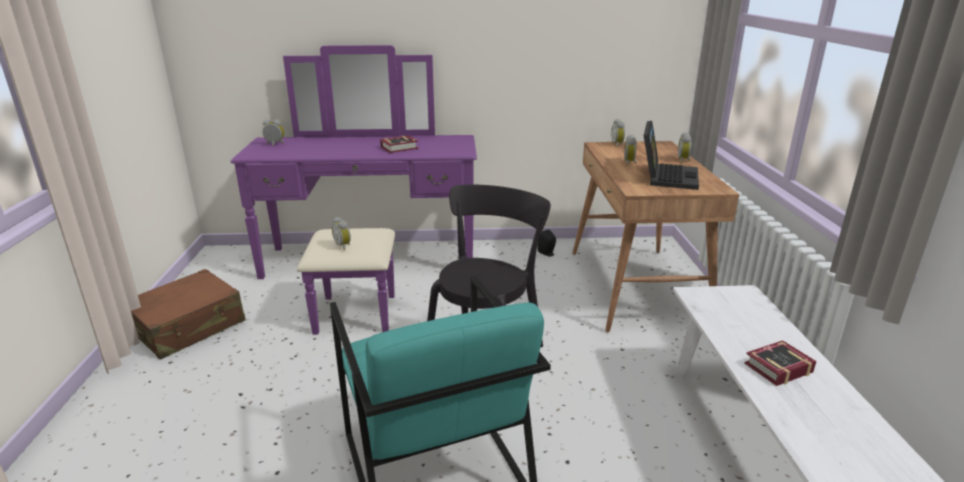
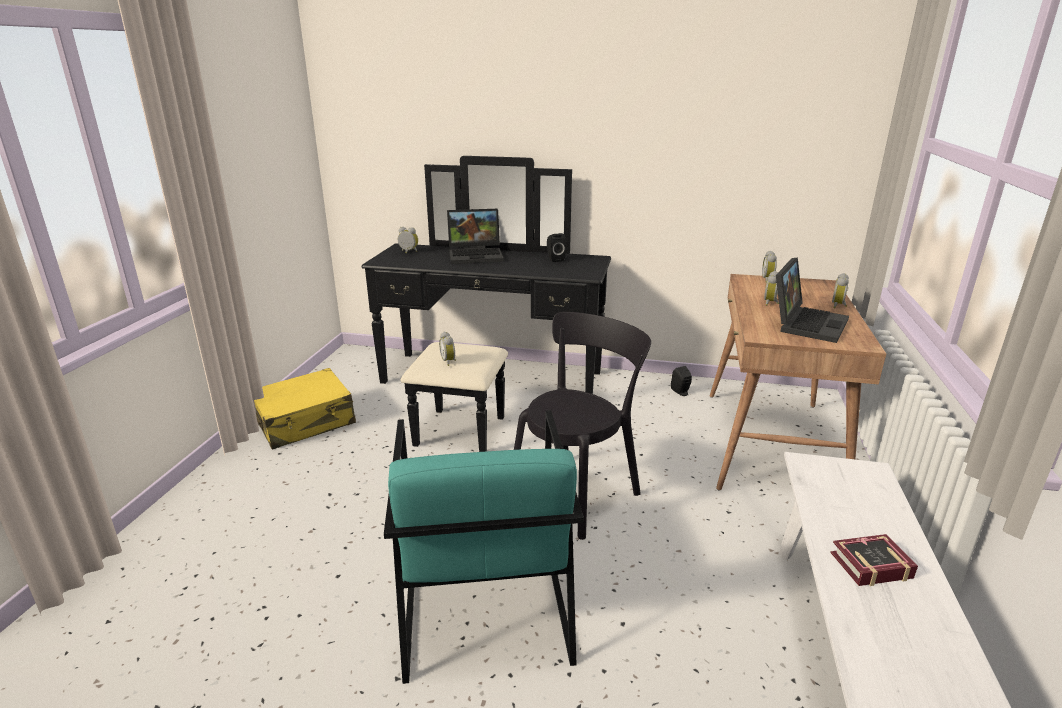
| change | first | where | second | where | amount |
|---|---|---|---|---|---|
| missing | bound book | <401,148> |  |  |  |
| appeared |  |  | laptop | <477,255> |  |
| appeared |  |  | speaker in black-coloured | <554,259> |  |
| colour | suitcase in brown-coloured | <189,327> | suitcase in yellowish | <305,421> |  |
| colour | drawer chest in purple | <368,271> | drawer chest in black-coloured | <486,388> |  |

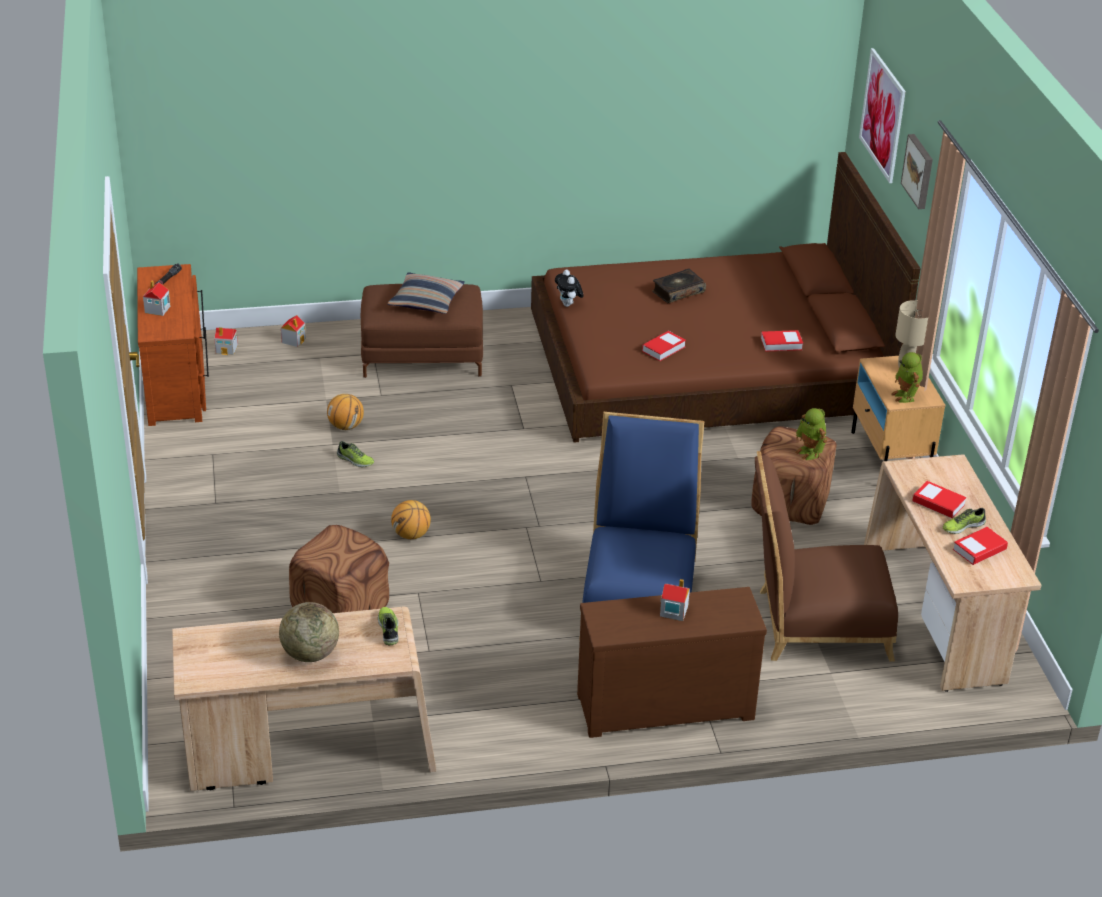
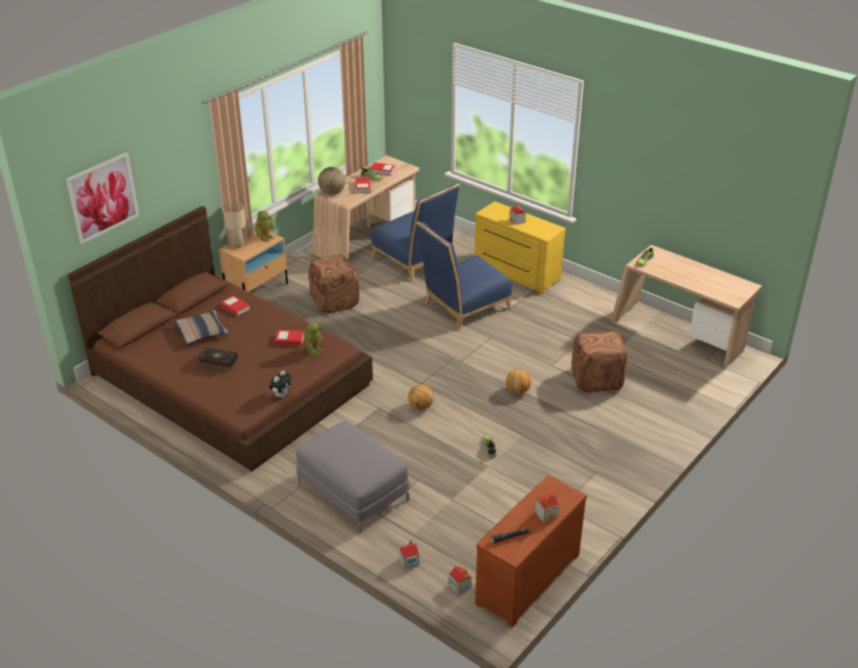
| change | first | where | second | where | amount |
|---|---|---|---|---|---|
| missing | wall art | <919,171> |  |  |  |
| relocated | world globe | <310,654> |  | <332,192> |  |
| relocated | basketball | <346,426> |  | <420,407> |  |
| relocated | pillow | <426,301> |  | <201,332> |  |
| relocated | robot figure | <810,452> |  | <314,351> |  |
| colour | pouffe in brown-coloured | <422,354> | pouffe in gray | <352,492> |  |
| colour | drawer chest in brown-coloured | <664,703> | drawer chest in yellowish | <515,273> |  |
| colour | plain chair in brown-coloured | <814,625> | plain chair in bluish | <415,262> |  |

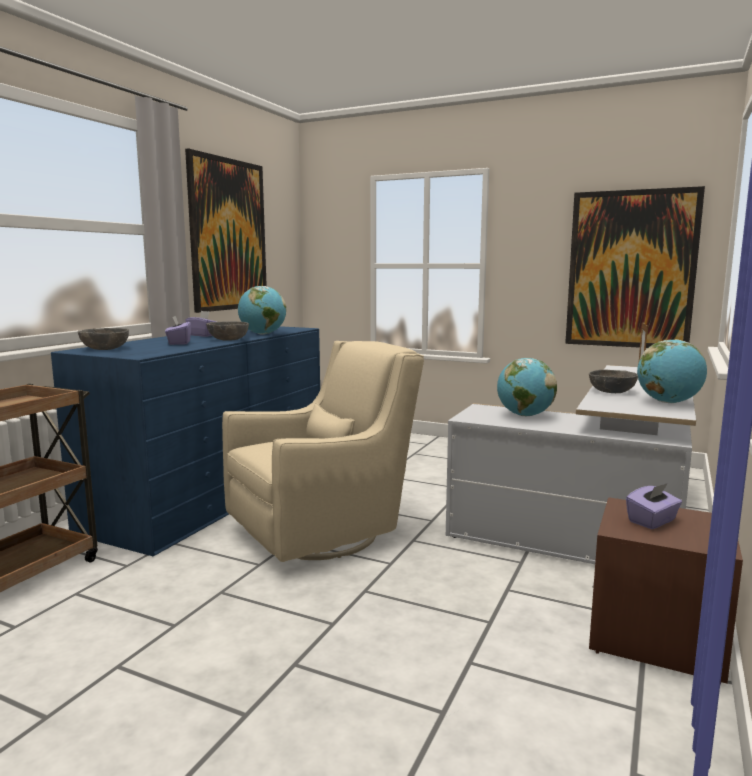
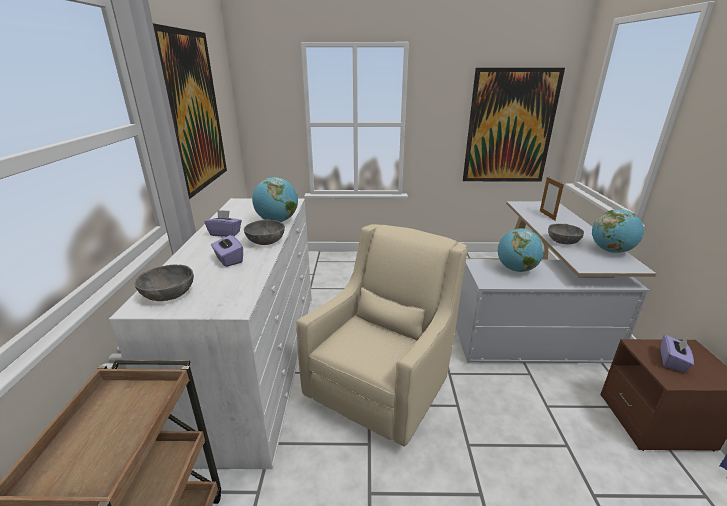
| change | first | where | second | where | amount |
|---|---|---|---|---|---|
| colour | drawer chest in bluish | <215,493> | drawer chest in white-coloured | <256,363> |  |

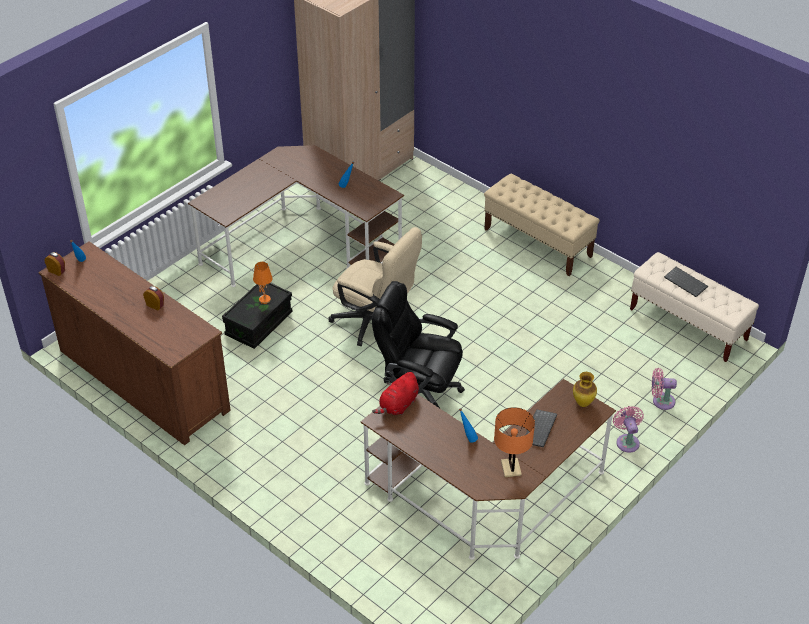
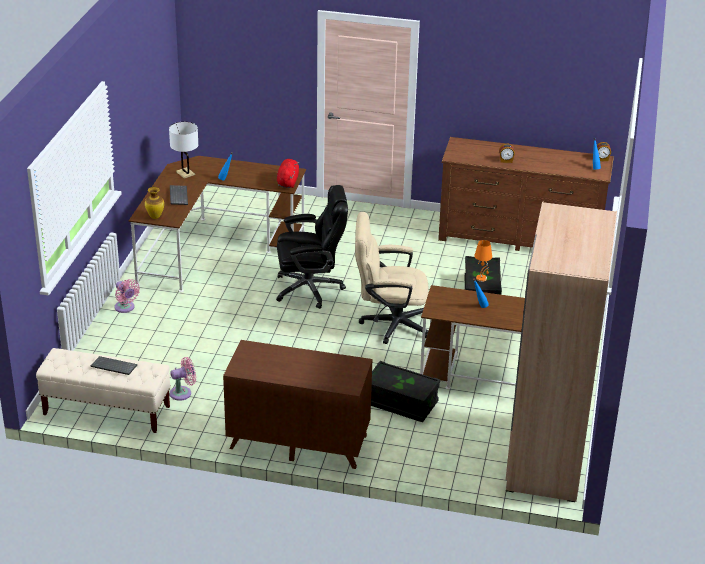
| change | first | where | second | where | amount |
|---|---|---|---|---|---|
| appeared |  |  | storage bin in black-coloured | <400,403> |  |
| relocated | fan in pinkish | <661,401> |  | <183,393> |  |
| exchanged | long seat in sand-coloured | <538,243> | drawer chest in brown-coloured | <298,441> |  |
| colour | table lamp in orange-coloured | <511,468> | table lamp in white-coloured | <185,173> |  |

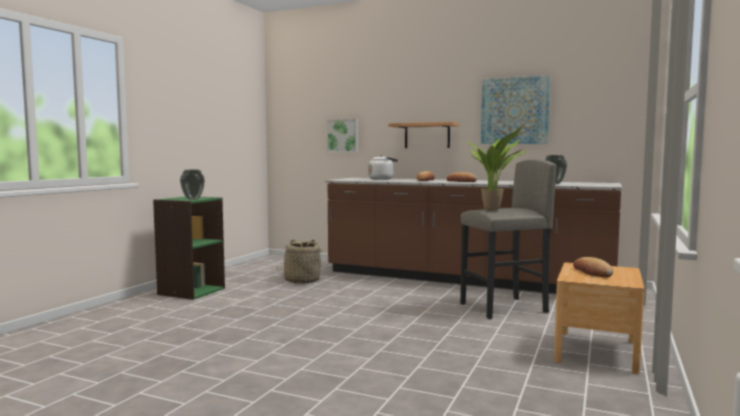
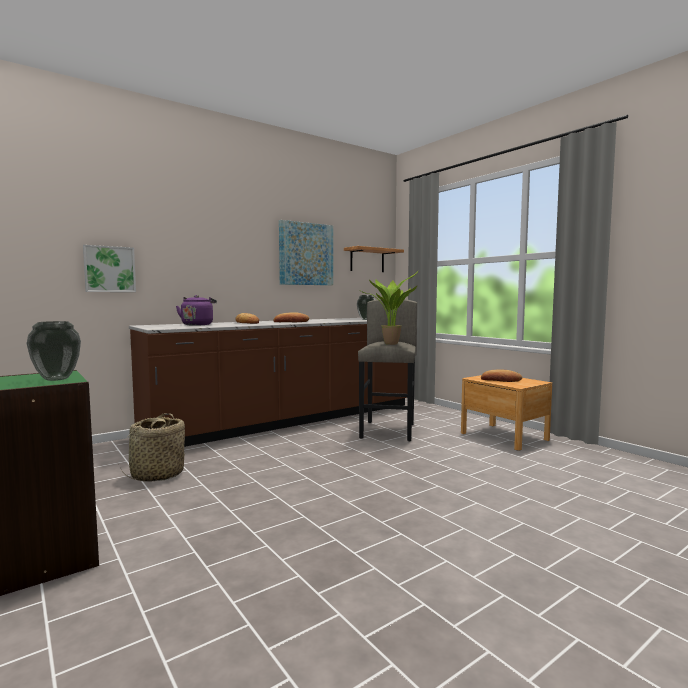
| change | first | where | second | where | amount |
|---|---|---|---|---|---|
| relocated | wall shelf | <427,135> |  | <367,260> |  |
| colour | tea kettle in white-coloured | <382,179> | tea kettle in purple | <198,324> |  |

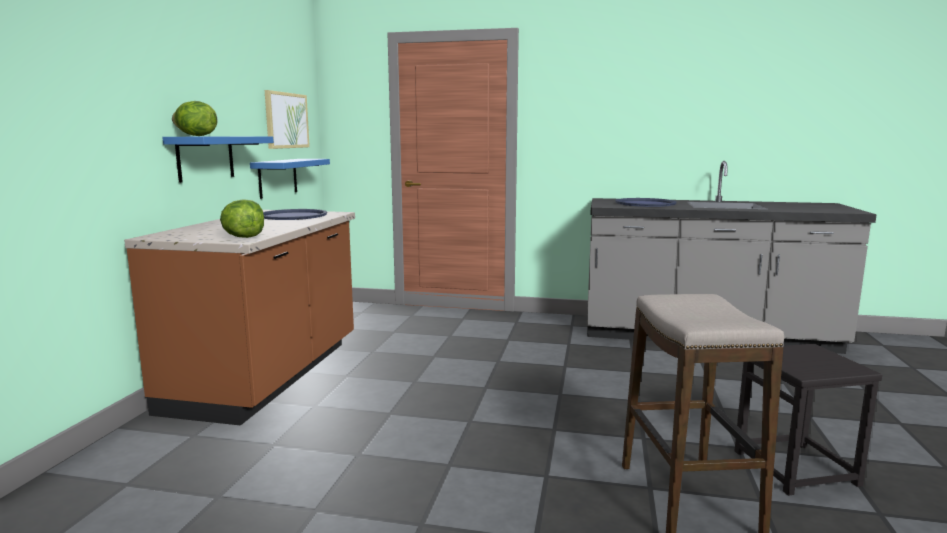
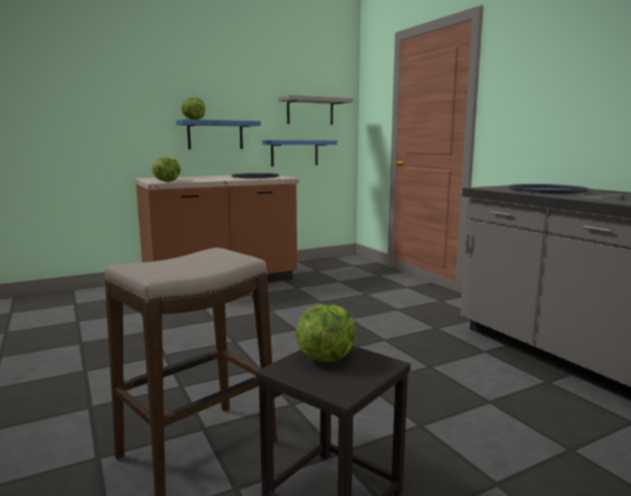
| change | first | where | second | where | amount |
|---|---|---|---|---|---|
| appeared |  |  | head of lettuce | <325,356> |  |
| exchanged | wall art | <286,120> | wall shelf in gray | <310,111> |  |

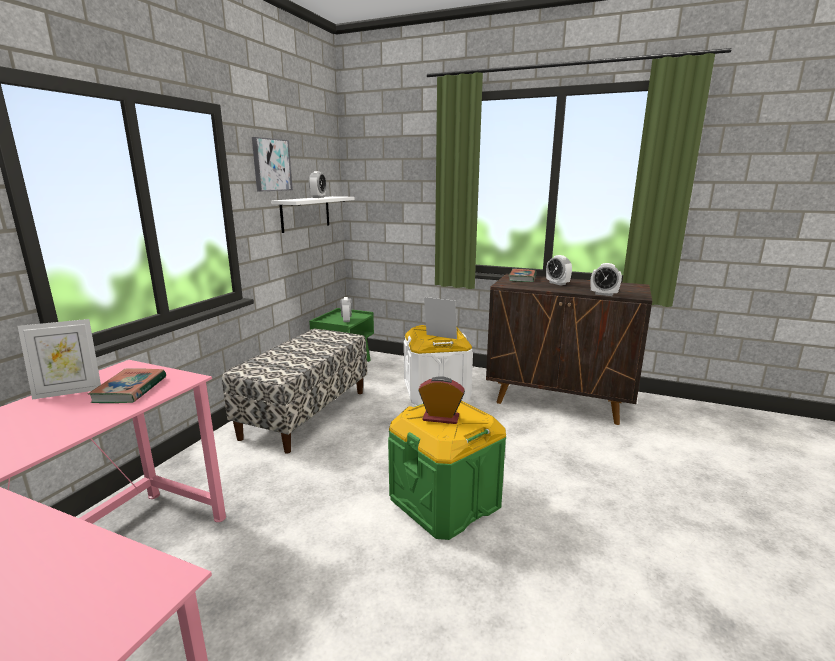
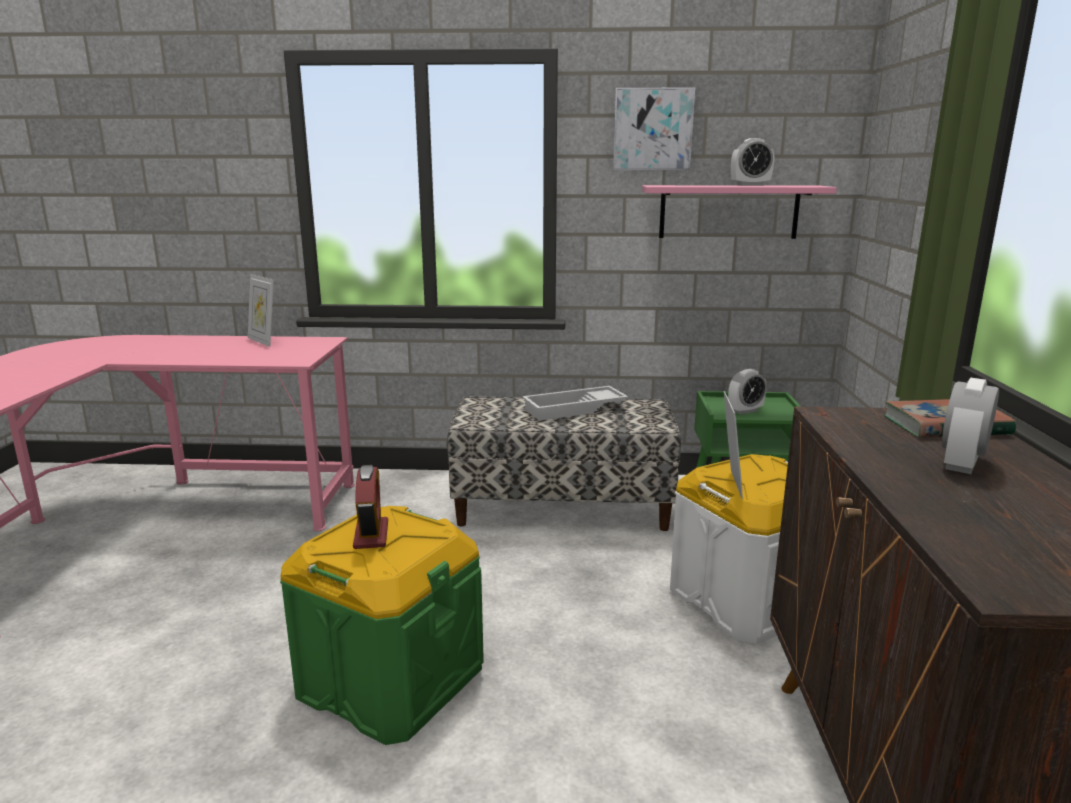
| change | first | where | second | where | amount |
|---|---|---|---|---|---|
| missing | bound book | <130,390> |  |  |  |
| missing | alarm clock | <604,294> |  |  |  |
| appeared |  |  | serving tray in white-coloured | <574,409> |  |
| colour | wall shelf in white-coloured | <305,213> | wall shelf in pinkish | <728,212> |  |

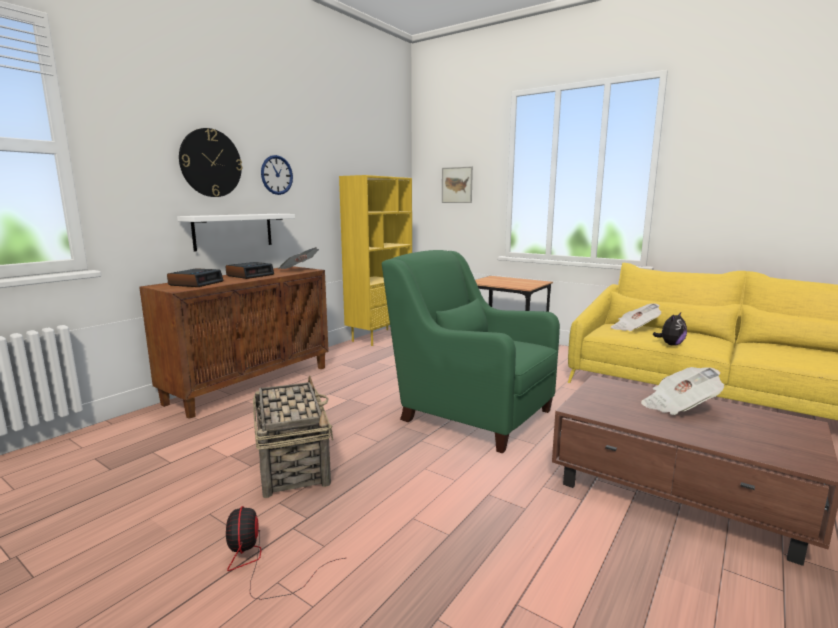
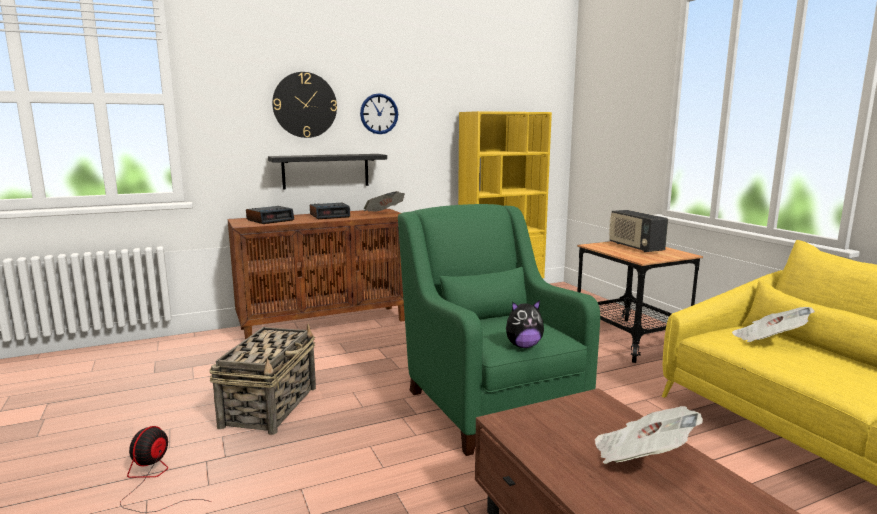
| change | first | where | second | where | amount |
|---|---|---|---|---|---|
| missing | wall art | <457,185> |  |  |  |
| appeared |  |  | radio set | <635,247> |  |
| relocated | soft toy | <670,344> |  | <523,346> |  |
| colour | wall shelf in white-coloured | <233,231> | wall shelf in black-coloured | <326,171> |  |

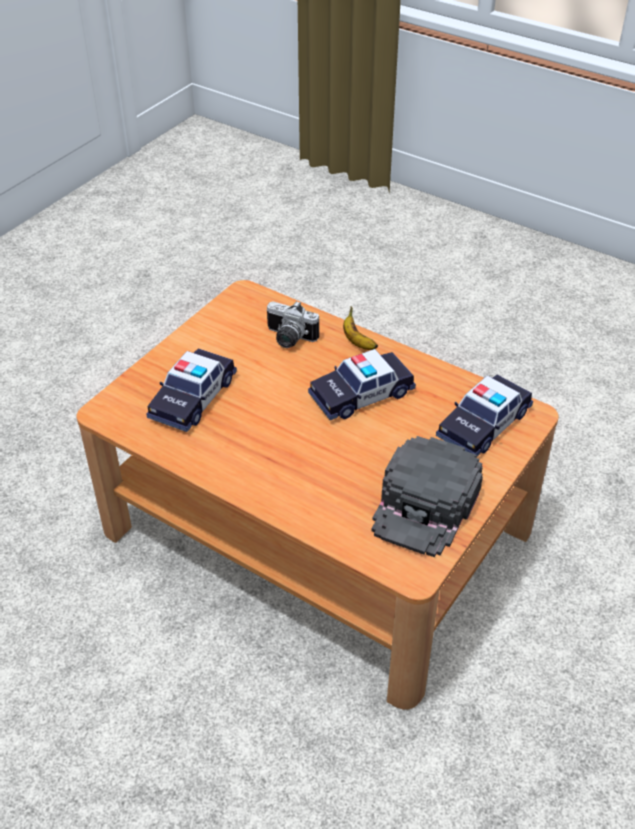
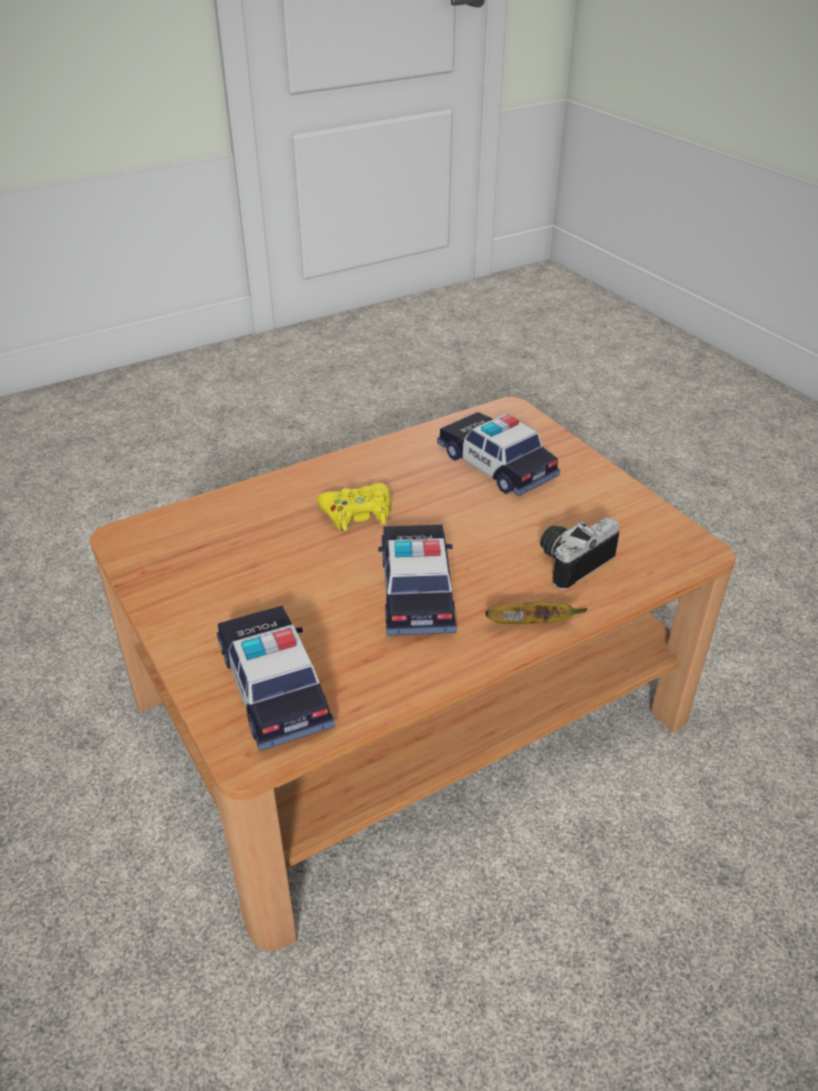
| change | first | where | second | where | amount |
|---|---|---|---|---|---|
| missing | peaked cap in black-coloured | <426,504> |  |  |  |
| appeared |  |  | gamepad in yellowish | <357,514> |  |

